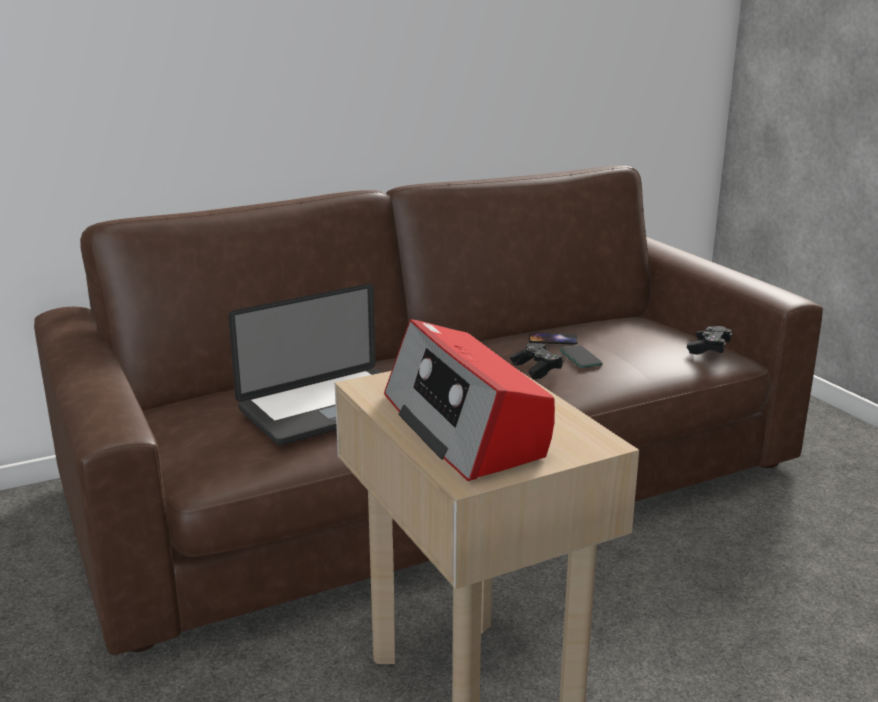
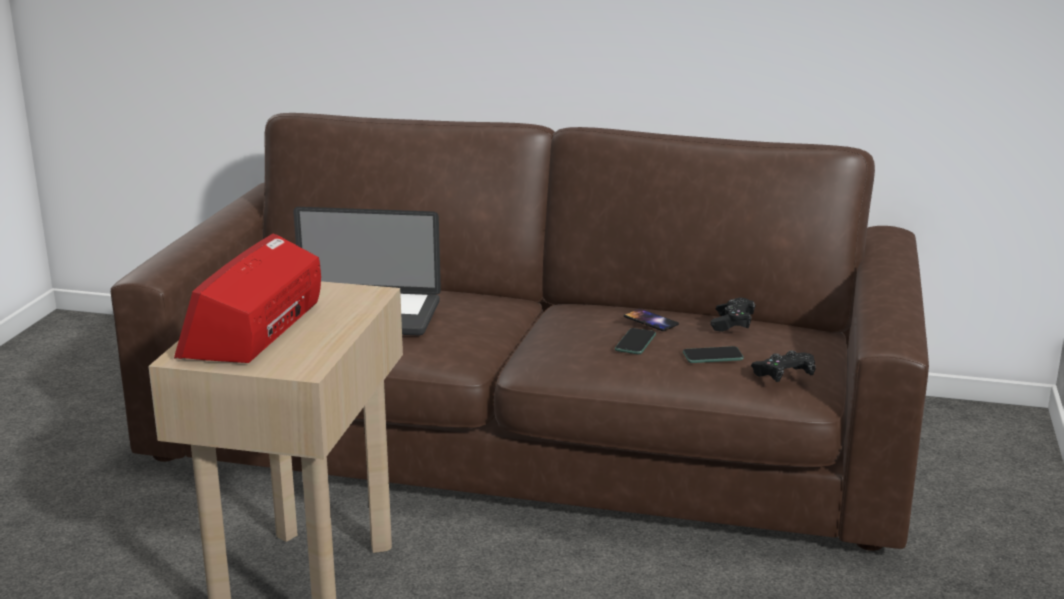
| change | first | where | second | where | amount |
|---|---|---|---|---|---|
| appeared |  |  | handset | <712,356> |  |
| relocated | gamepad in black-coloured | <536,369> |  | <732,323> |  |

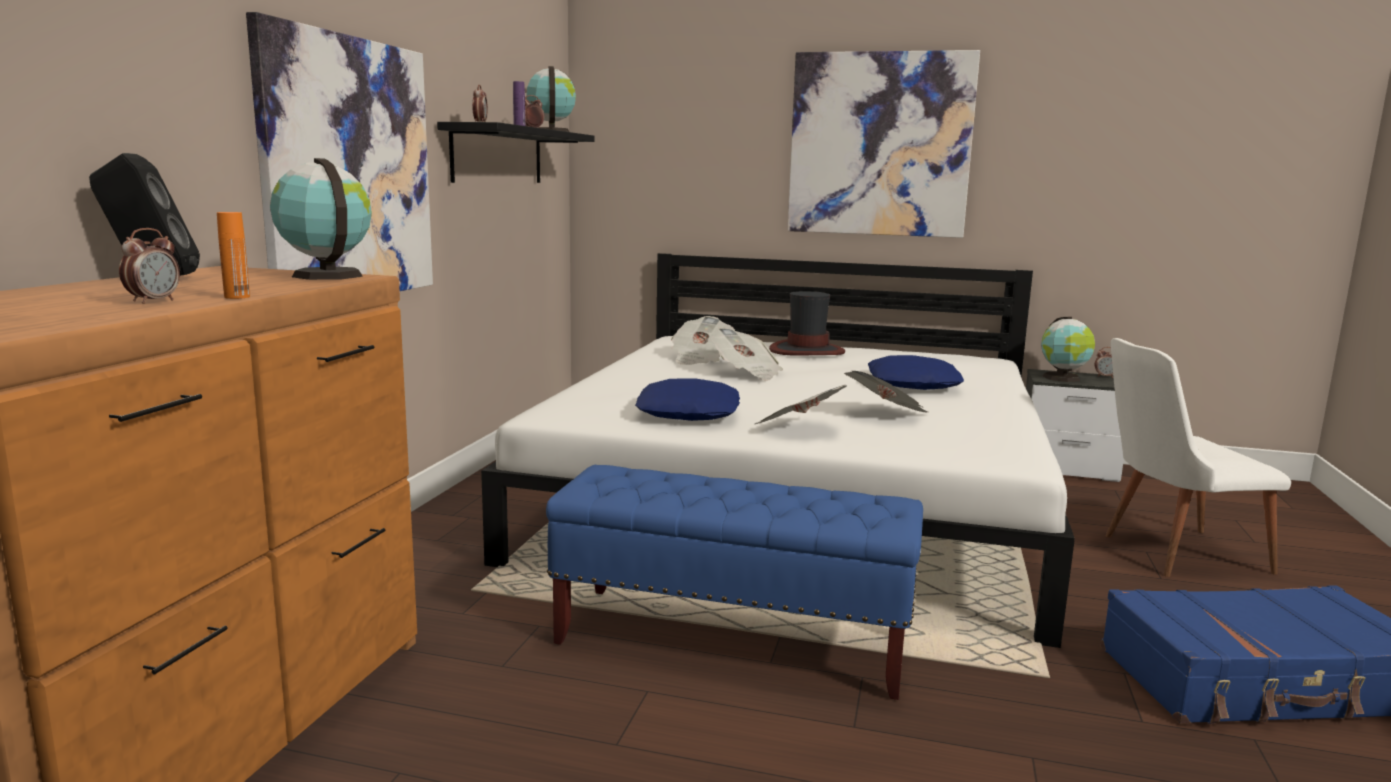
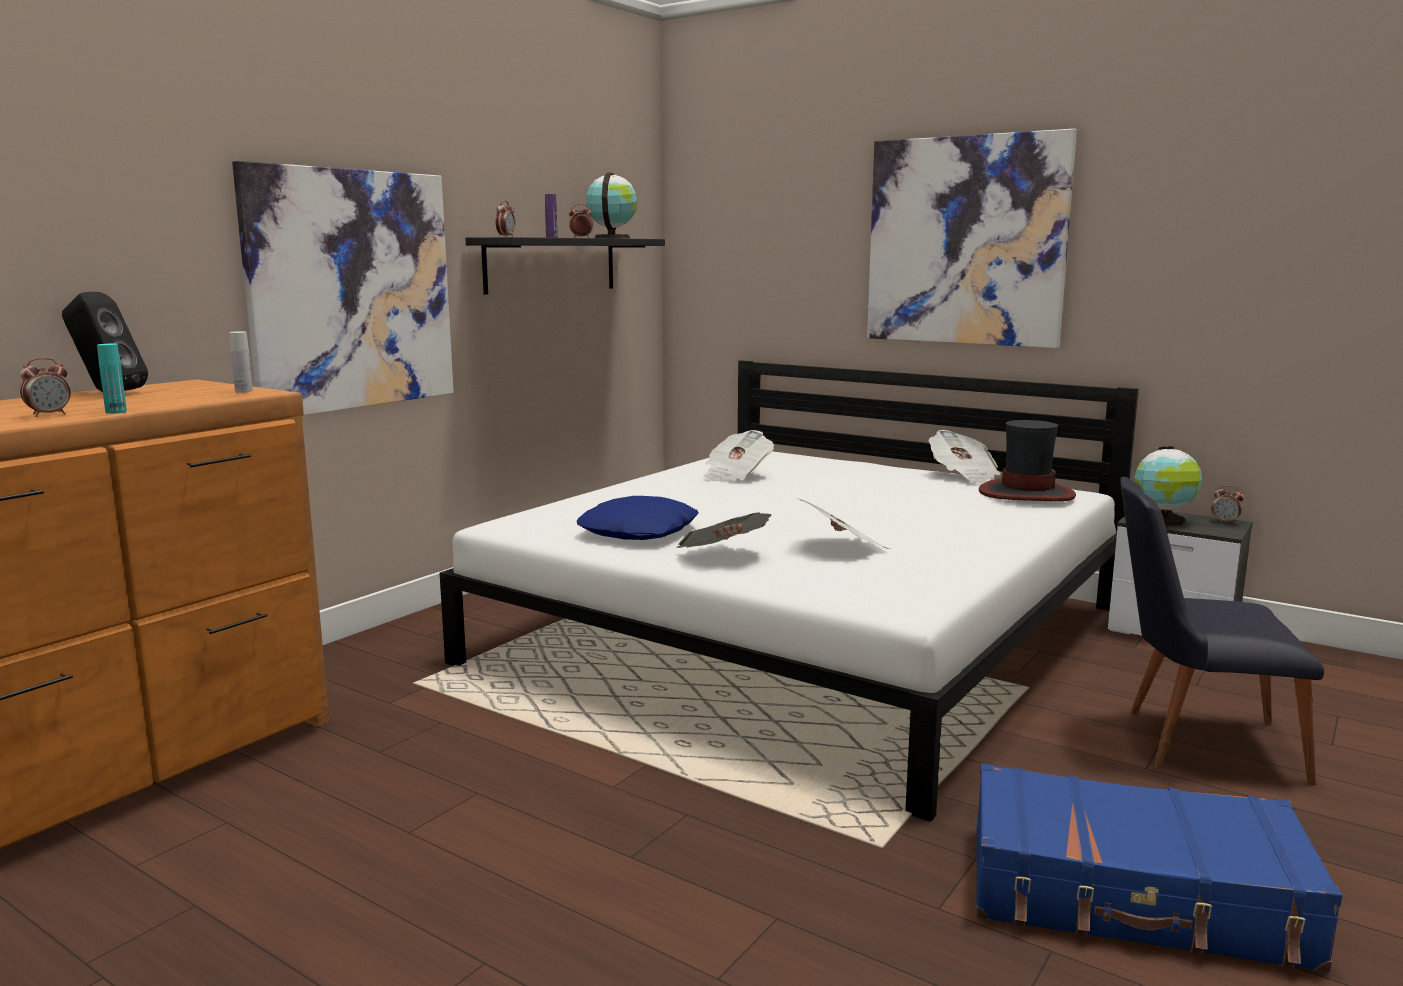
| change | first | where | second | where | amount |
|---|---|---|---|---|---|
| missing | long seat in bluish | <732,641> |  |  |  |
| missing | pillow in bluish | <914,384> |  |  |  |
| relocated | printed paper | <747,373> |  | <963,476> |  |
| relocated | clothing hat | <806,351> |  | <1026,493> |  |
| exchanged | world globe | <326,275> | beverage bottle in white-coloured | <244,391> |  |
| colour | beverage bottle in orange-coloured | <237,297> | beverage bottle in blue-green | <116,412> |  |
| colour | plain chair in white-coloured | <1170,552> | plain chair in black-coloured | <1194,742> |  |

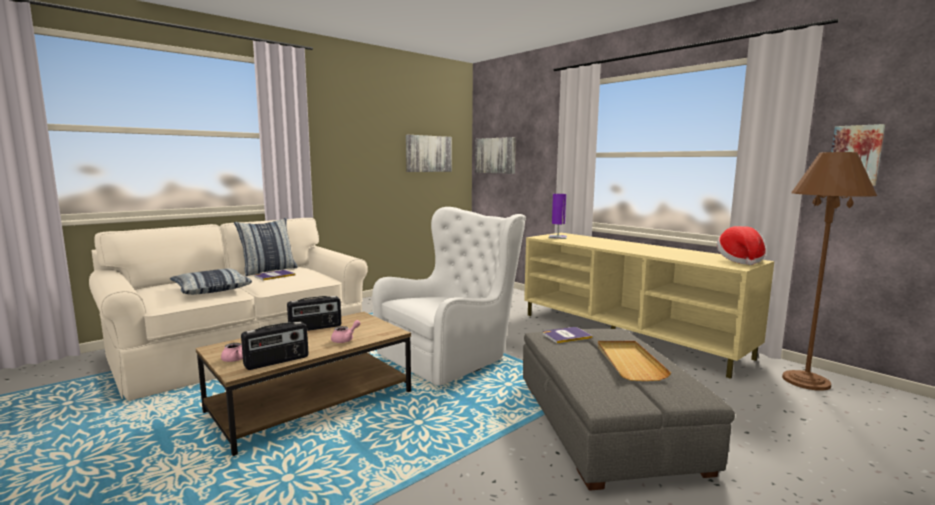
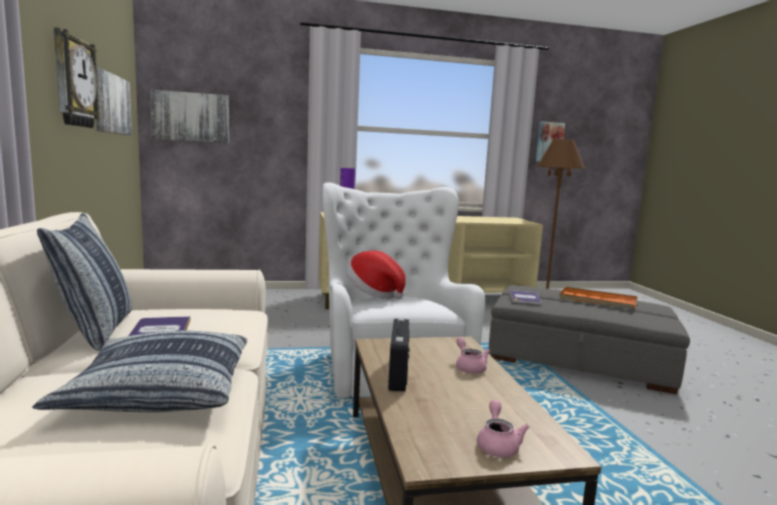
| change | first | where | second | where | amount |
|---|---|---|---|---|---|
| missing | radio set | <277,362> |  |  |  |
| appeared |  |  | wall clock | <73,82> |  |
| relocated | clothing hat | <739,260> |  | <374,293> |  |
| colour | serving tray in sand-coloured | <629,362> | serving tray in orange-coloured | <597,300> |  |

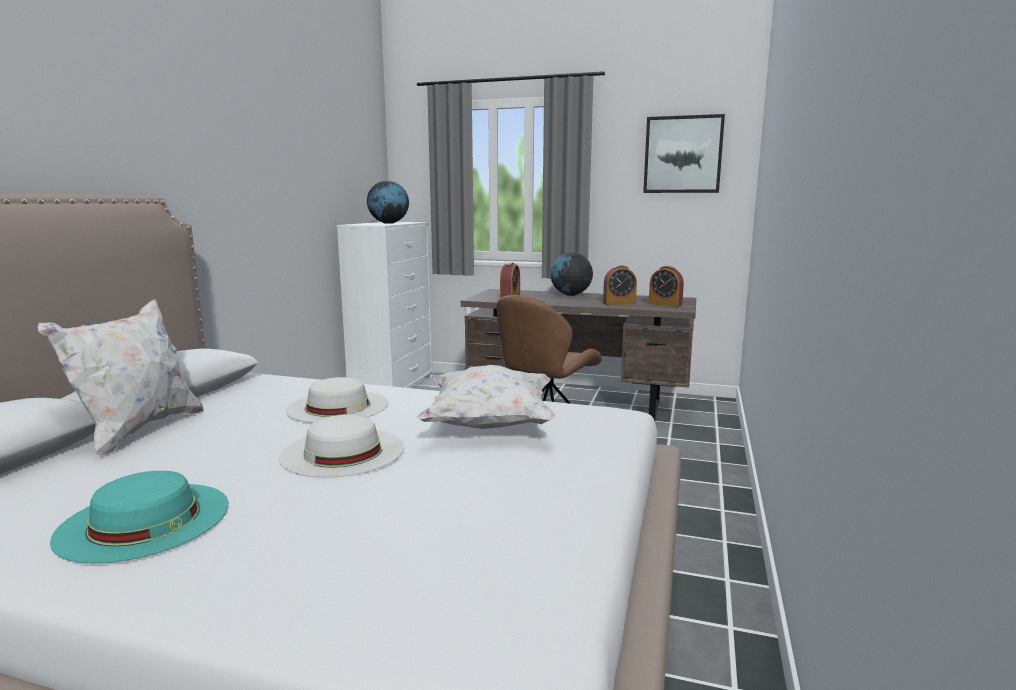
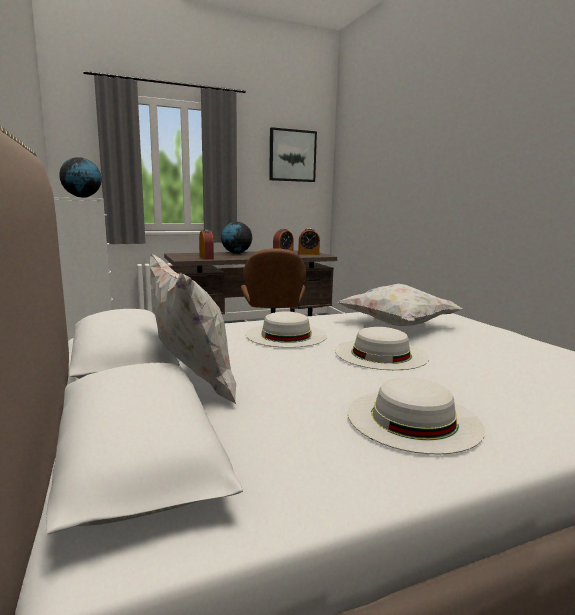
| change | first | where | second | where | amount |
|---|---|---|---|---|---|
| colour | clothing hat in blue-green | <145,520> | clothing hat in white-coloured | <413,419> |  |

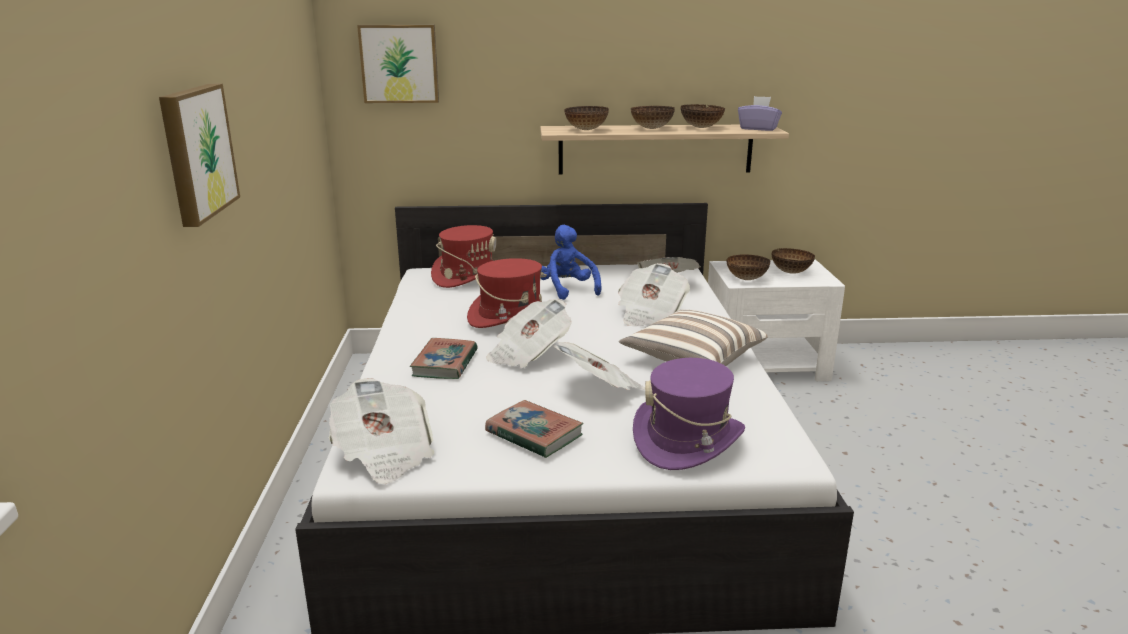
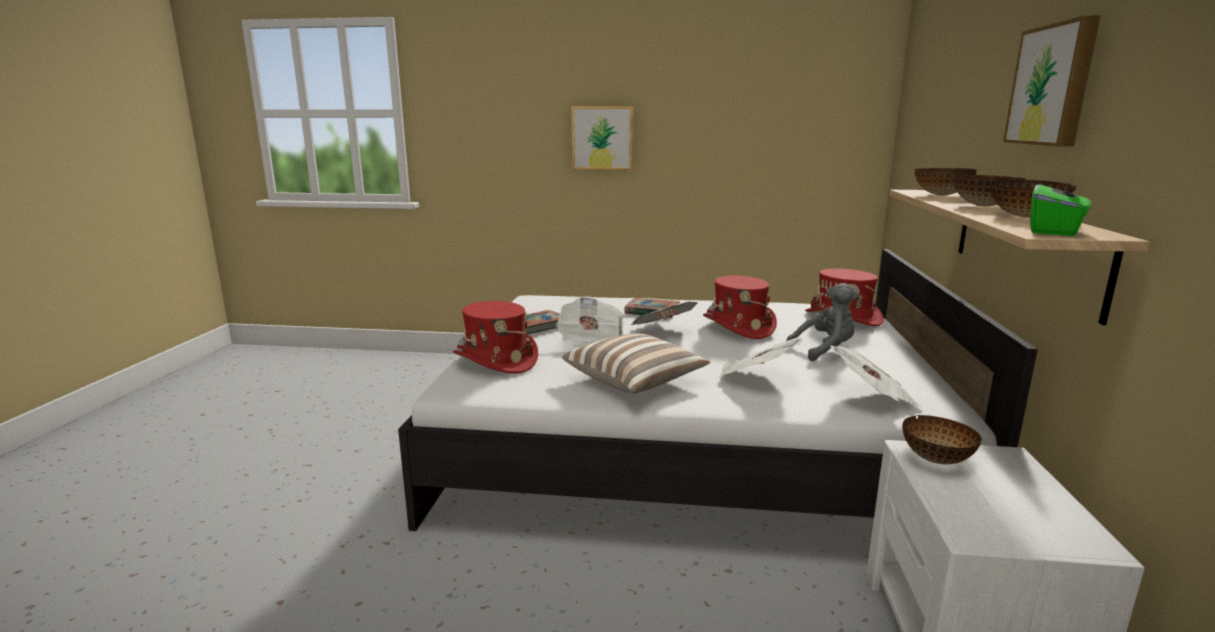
| change | first | where | second | where | amount |
|---|---|---|---|---|---|
| missing | printed paper | <384,454> |  |  |  |
| missing | bowl | <791,272> |  |  |  |
| relocated | wall art | <399,64> |  | <1054,85> |  |
| colour | soft toy in bluish | <567,289> | soft toy in gray | <825,350> |  |
| colour | clothing hat in purple | <688,440> | clothing hat in reddish | <495,360> |  |
| colour | box of tissues in purple | <758,128> | box of tissues in green | <1054,231> |  |

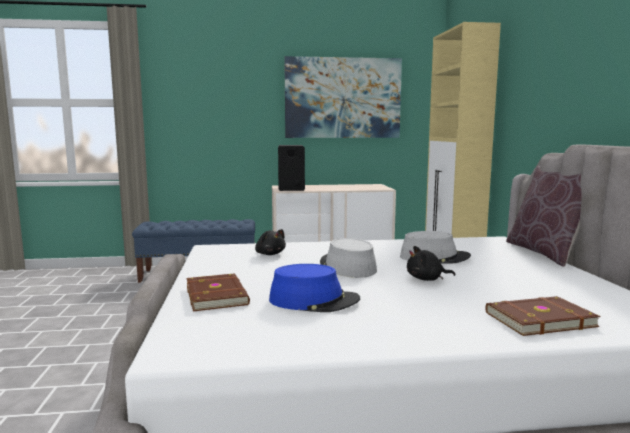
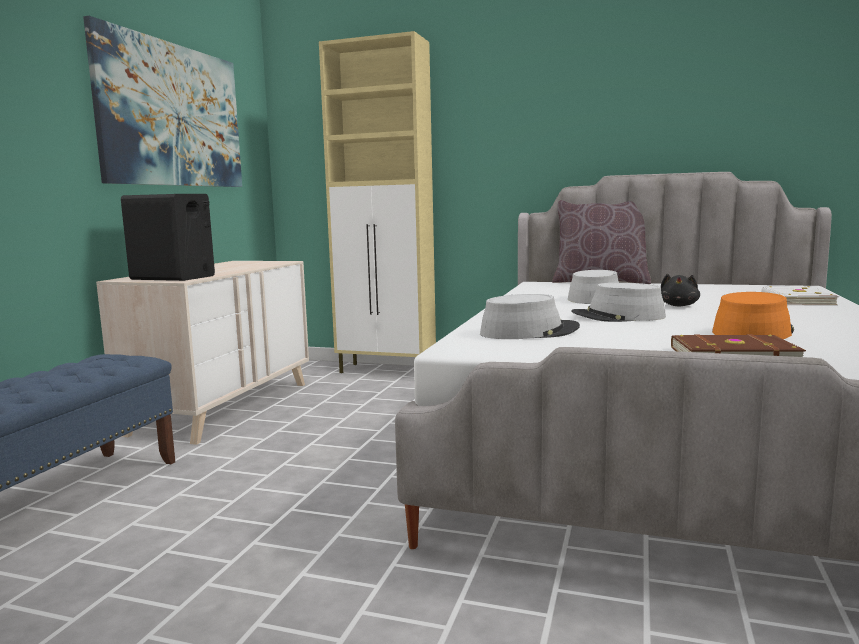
| change | first | where | second | where | amount |
|---|---|---|---|---|---|
| exchanged | soft toy in black-coloured | <269,254> | clothing hat in gray | <529,332> |  |
| colour | clothing hat in bluish | <314,300> | clothing hat in orange-coloured | <752,331> |  |
| colour | bound book in brown-coloured | <538,319> | bound book in white-coloured | <796,300> |  |

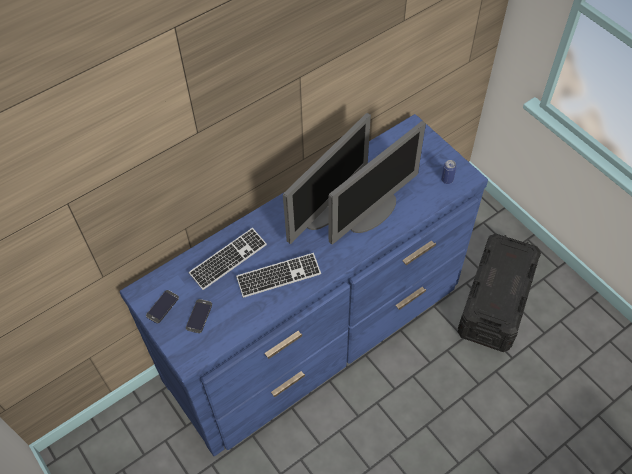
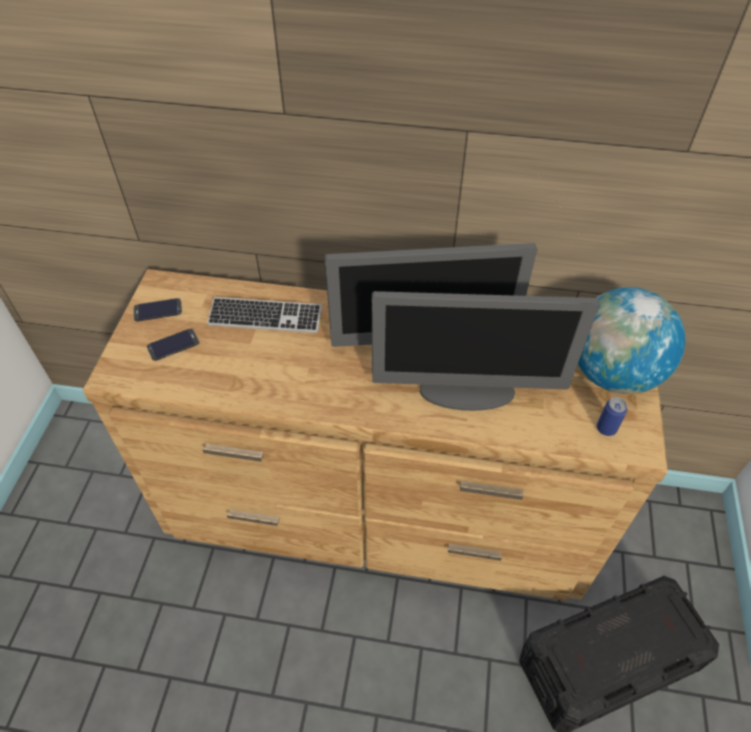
| change | first | where | second | where | amount |
|---|---|---|---|---|---|
| missing | computer keyboard | <278,276> |  |  |  |
| appeared |  |  | world globe | <612,373> |  |
| colour | drawer chest in bluish | <317,331> | drawer chest in brown-coloured | <377,509> |  |

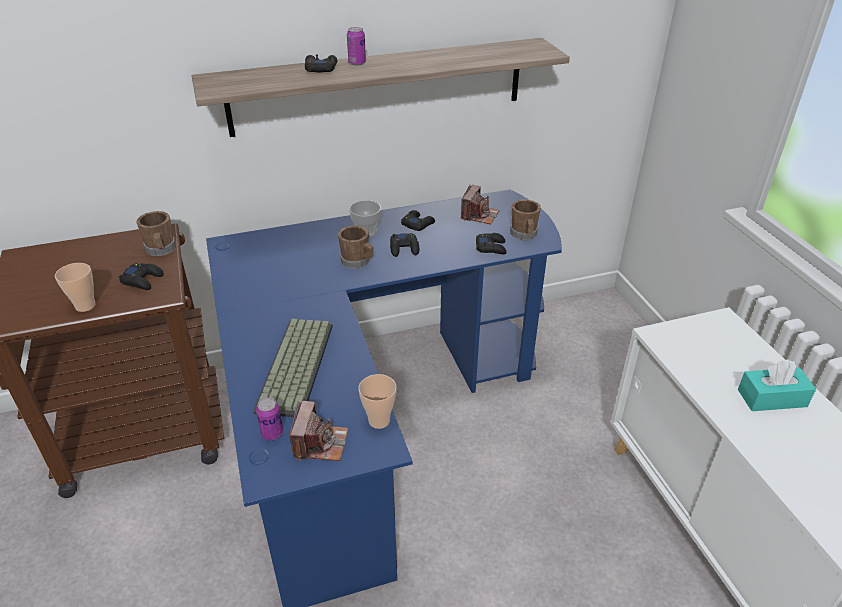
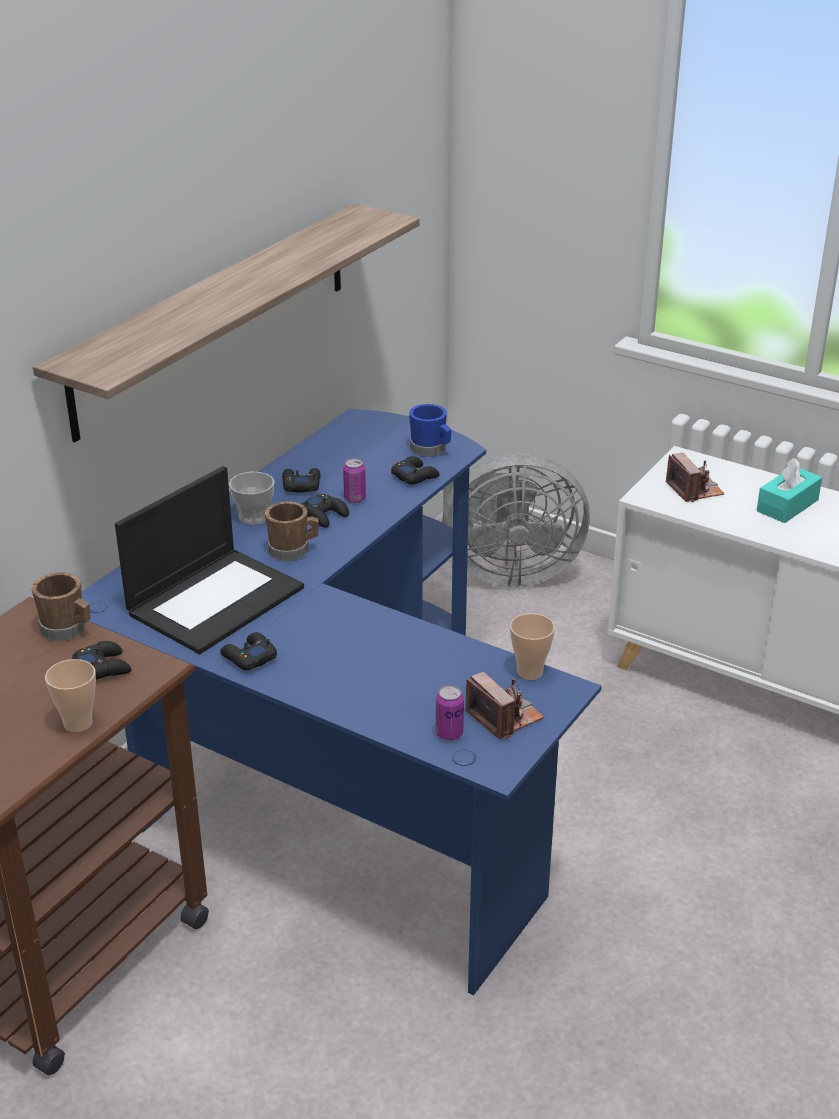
| change | first | where | second | where | amount |
|---|---|---|---|---|---|
| missing | computer keyboard | <297,368> |  |  |  |
| appeared |  |  | laptop | <216,599> |  |
| appeared |  |  | fan in gray | <506,571> |  |
| relocated | gamepad in black-coloured | <320,68> |  | <248,657> |  |
| relocated | can | <357,63> |  | <355,499> |  |
| relocated | photo camera | <479,215> |  | <694,490> |  |
| colour | tea mug in brown-coloured | <524,235> | tea mug in bluish | <431,450> |  |

